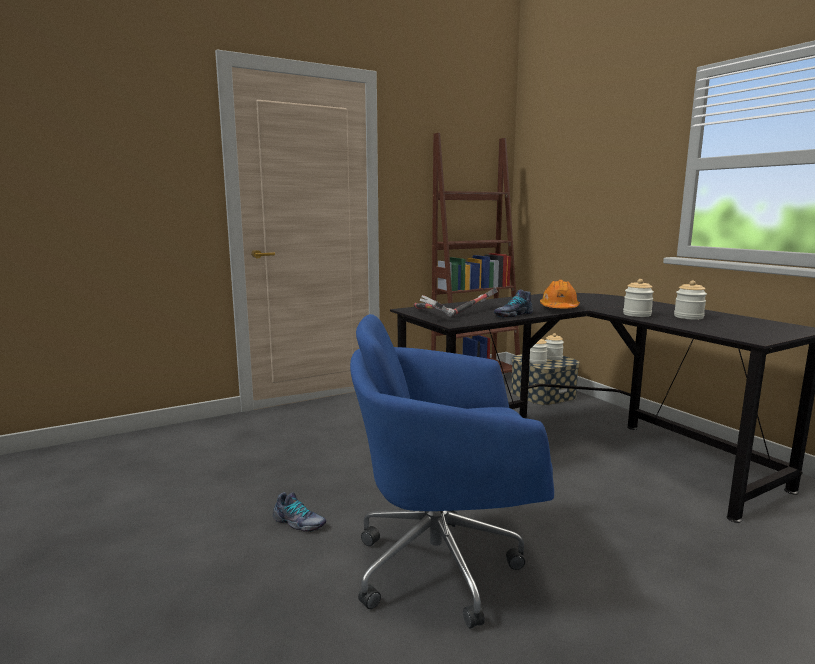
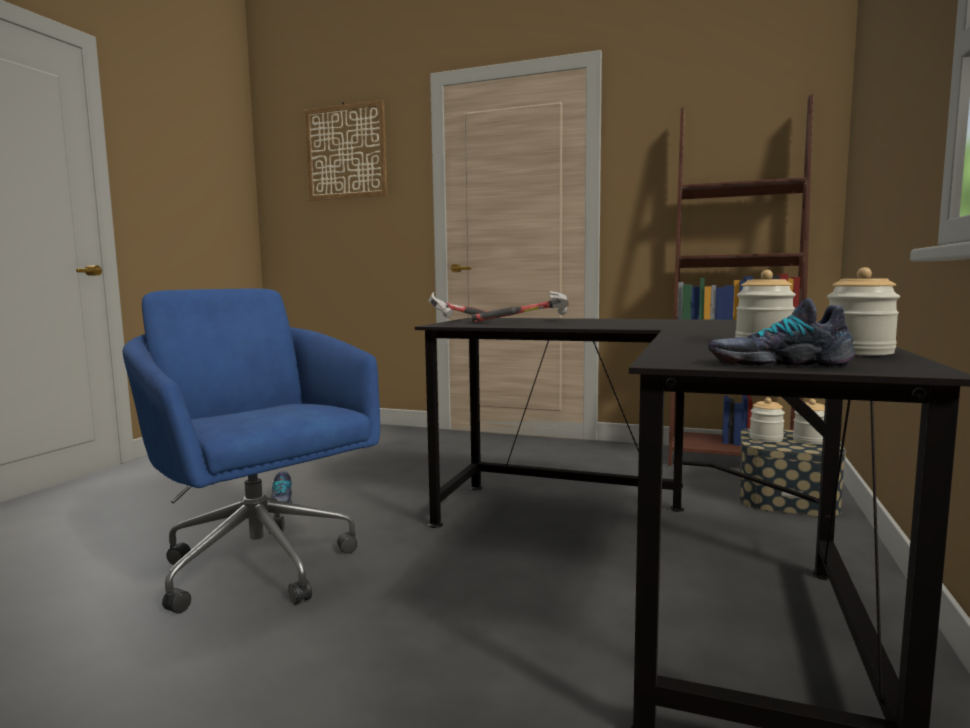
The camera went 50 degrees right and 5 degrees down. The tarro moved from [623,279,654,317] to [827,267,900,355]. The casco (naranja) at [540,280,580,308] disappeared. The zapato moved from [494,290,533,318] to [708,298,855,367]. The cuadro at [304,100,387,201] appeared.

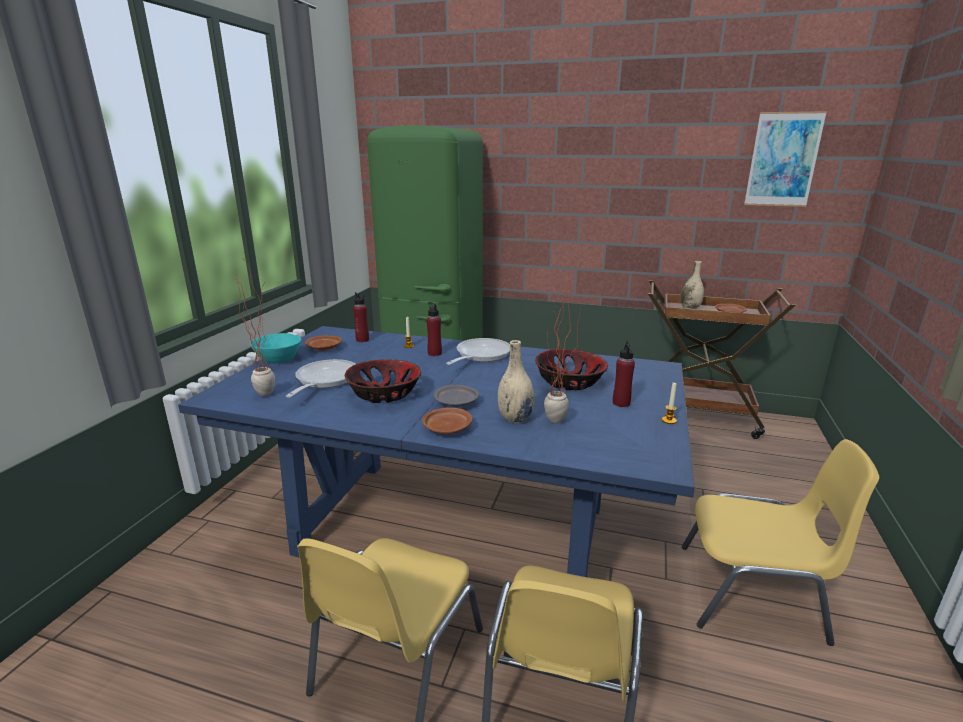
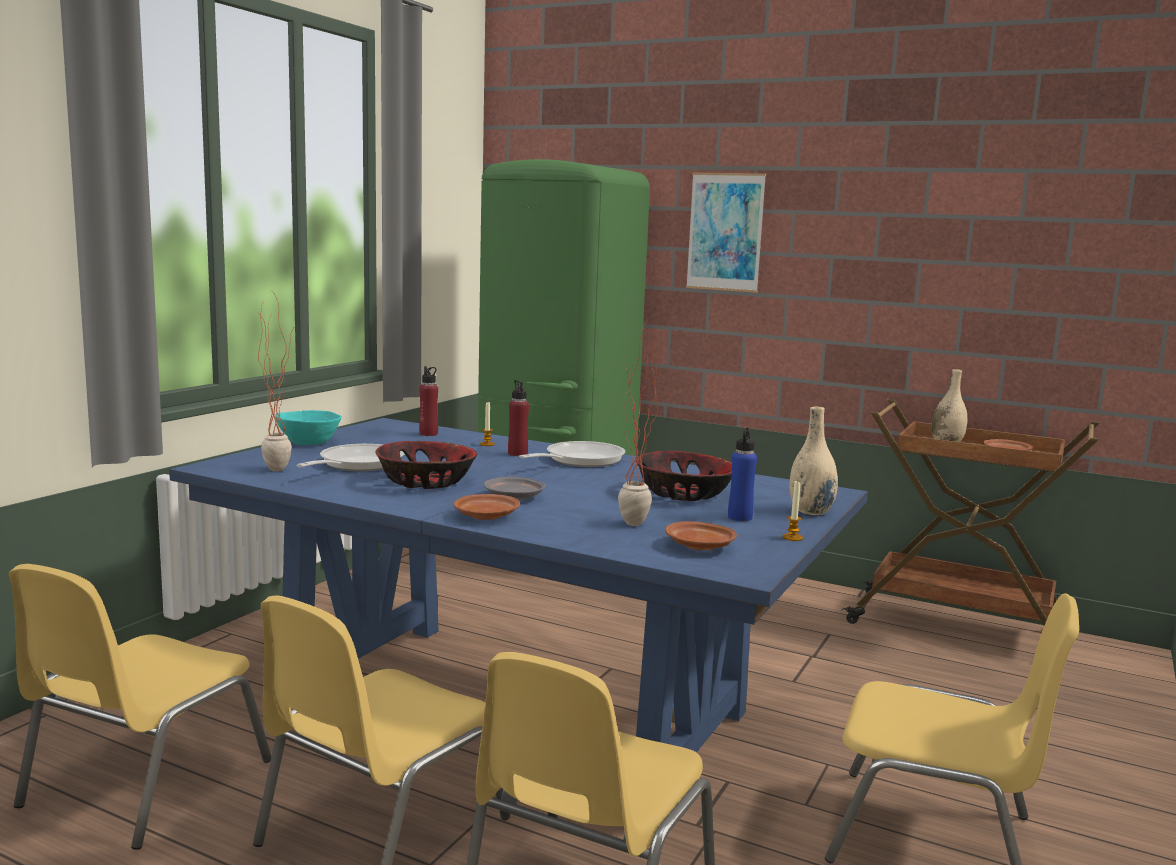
The camera went 10 degrees right and 10 degrees down. The cuadro moved from [744,111,827,207] to [686,173,766,293]. The plato (marrón) moved from [305,335,342,351] to [665,521,737,550]. The florero (beis) moved from [498,340,535,423] to [790,407,838,515]. The botella (rojo) at [613,341,635,407] became the botella (azul) at [728,428,757,521]. The silla (amarillo) at [9,564,271,850] appeared.

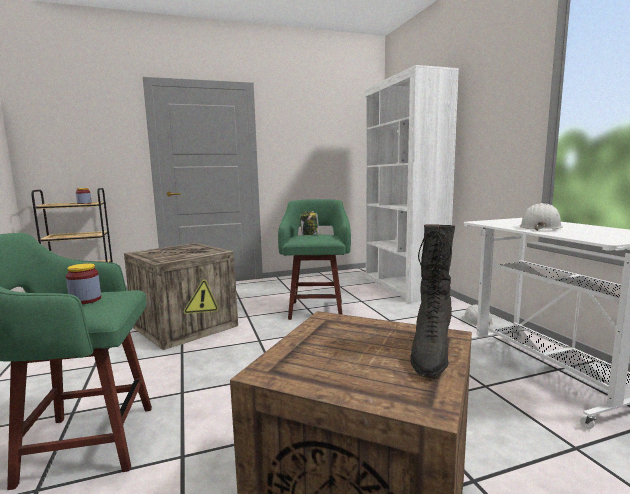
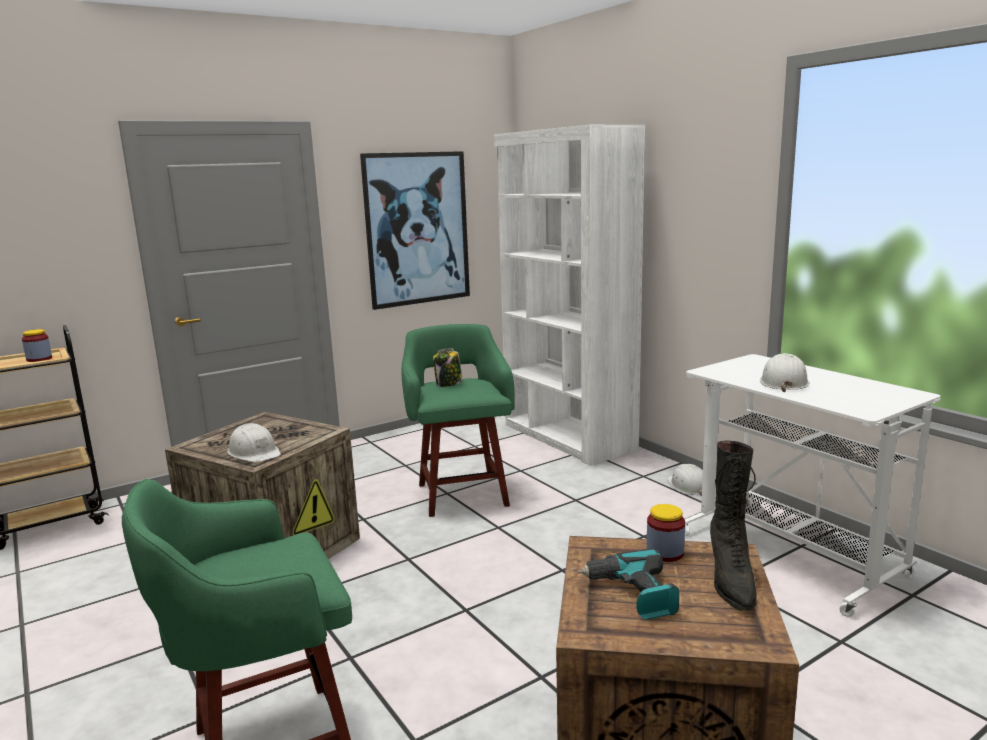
The camera went 15 degrees left and 5 degrees up. The tarro moved from [66,263,101,304] to [647,504,685,562]. The cuadro at [360,151,470,310] appeared. The casco (blanco) at [227,423,281,462] appeared. The taladro at [578,549,679,620] appeared.

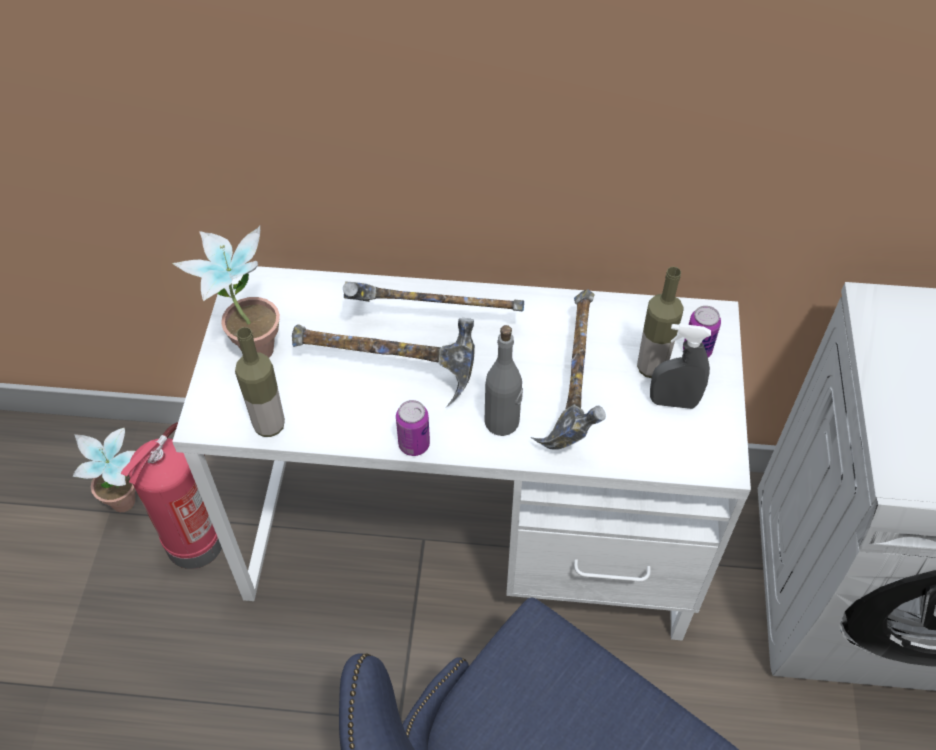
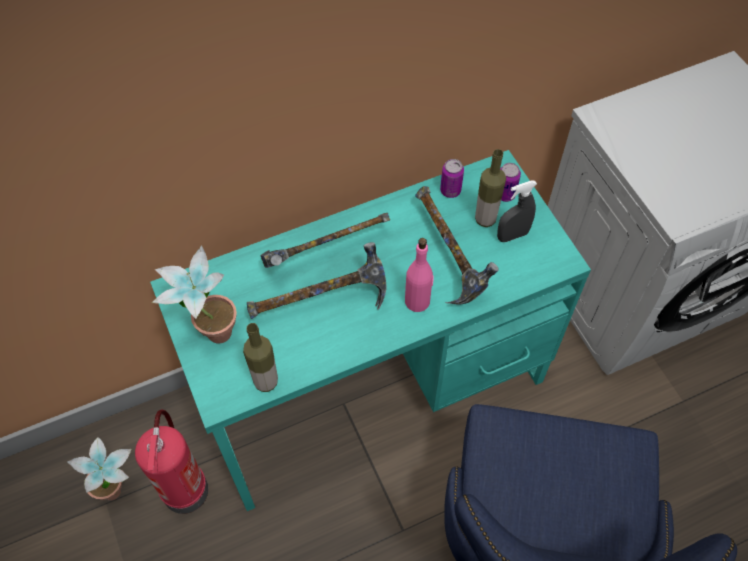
The camera went 30 degrees left and 5 degrees up. The escritorio (blanco) at [172,266,751,640] became the escritorio (turquesa) at [150,150,591,511]. The botella (gris) at [484,325,523,436] became the botella (rosa) at [405,238,434,312]. The lata moved from [396,400,430,456] to [440,159,464,198].

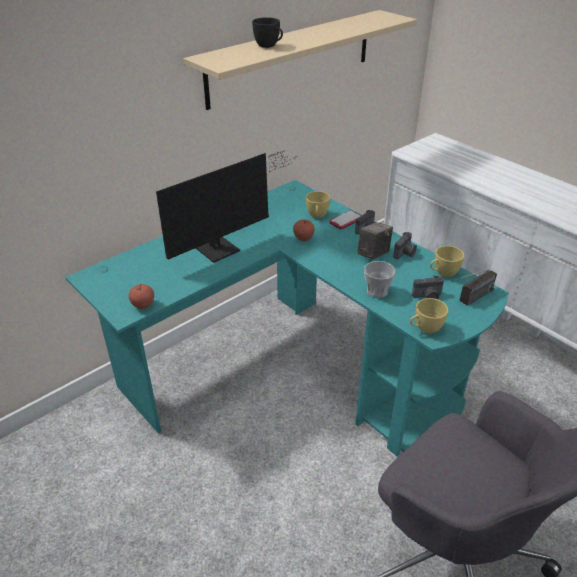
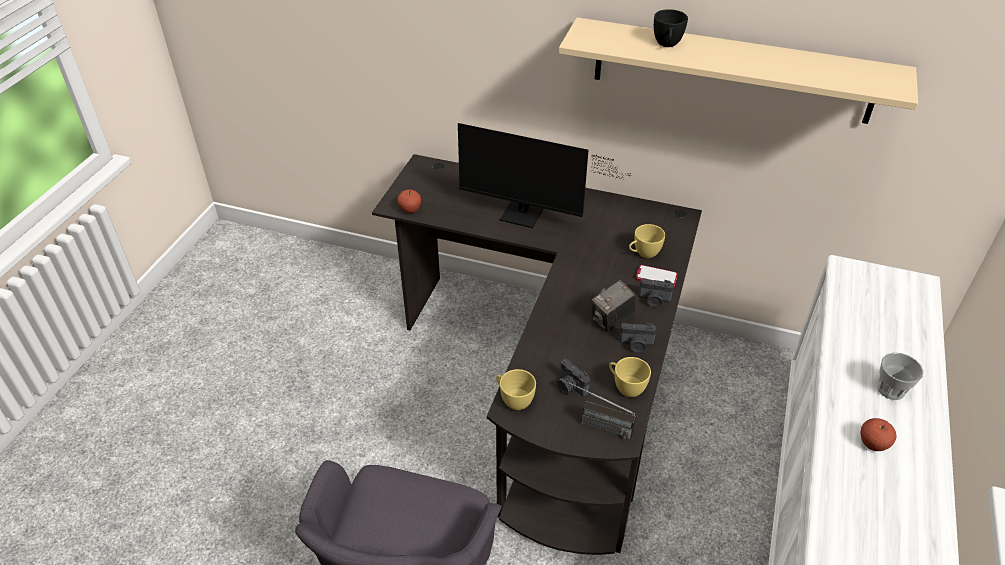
The camera went 60 degrees right and 5 degrees up. The escritorio (turquesa) at [65,180,509,456] became the escritorio (negro) at [372,154,702,555]. The manzana moved from [293,219,315,241] to [861,418,896,451]. The cámara at [357,222,393,260] turned 135 degrees clockwise. The taza moved from [364,261,396,298] to [877,353,924,400].

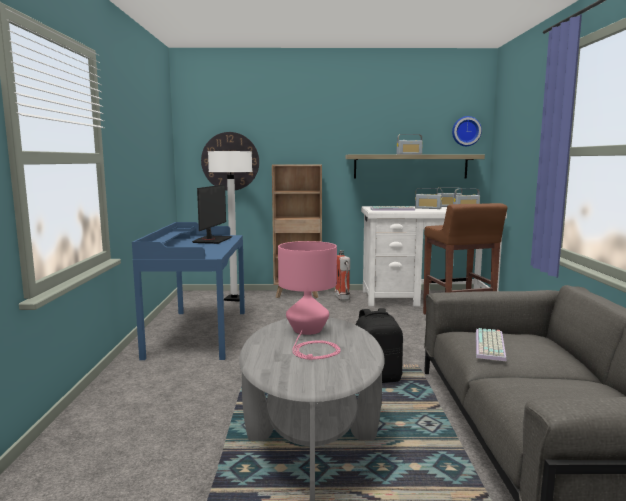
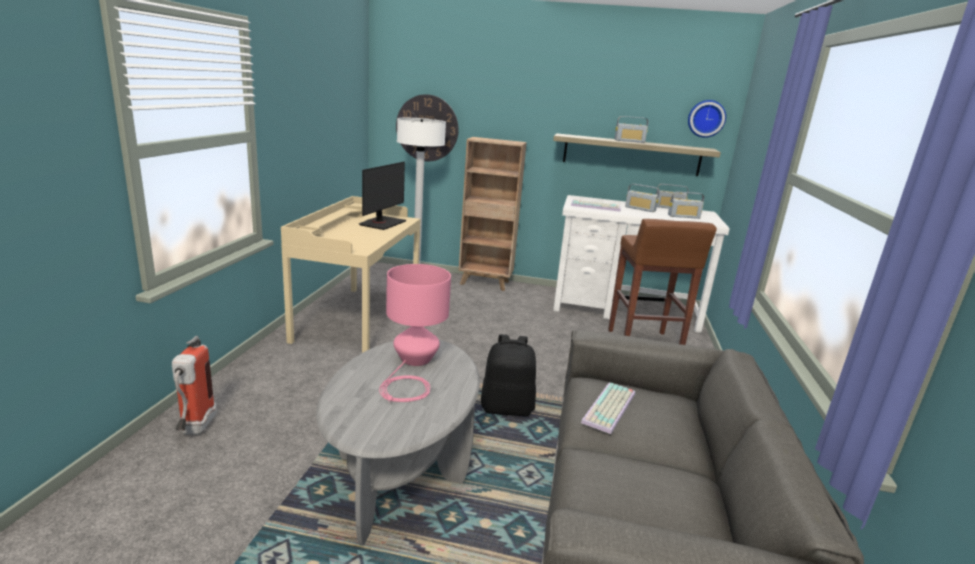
The camera went 10 degrees right and 10 degrees up. The escritorio (azul) at [132,222,245,360] became the escritorio (beis) at [281,196,421,353]. The extintor moved from [335,250,350,301] to [172,336,217,435].

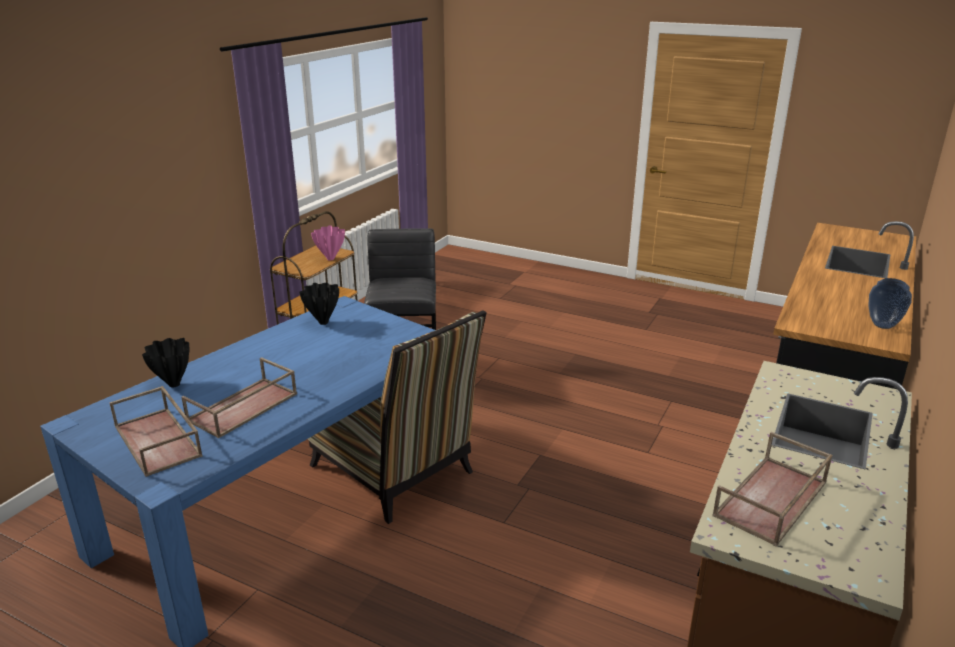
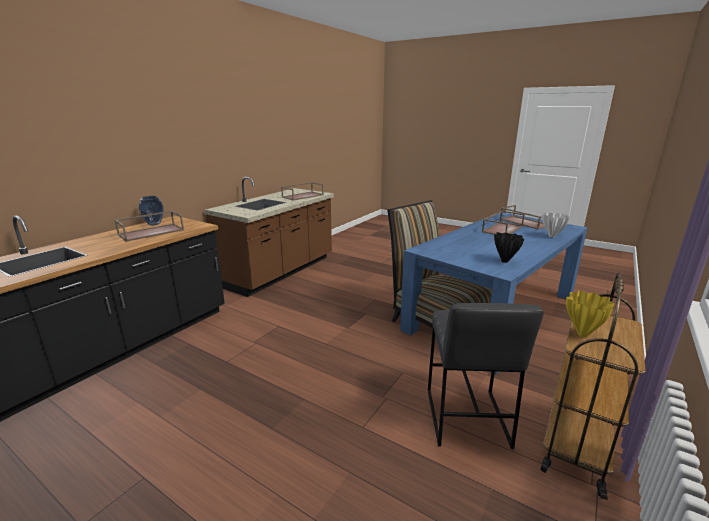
The camera went 175 degrees left and 5 degrees down. The florero (rosa) at [311,225,345,260] became the florero (amarillo) at [566,290,614,337]. The florero (negro) at [142,338,189,387] became the florero (blanco) at [542,213,570,238]. The bandeja (marrón) at [114,211,184,242] appeared.

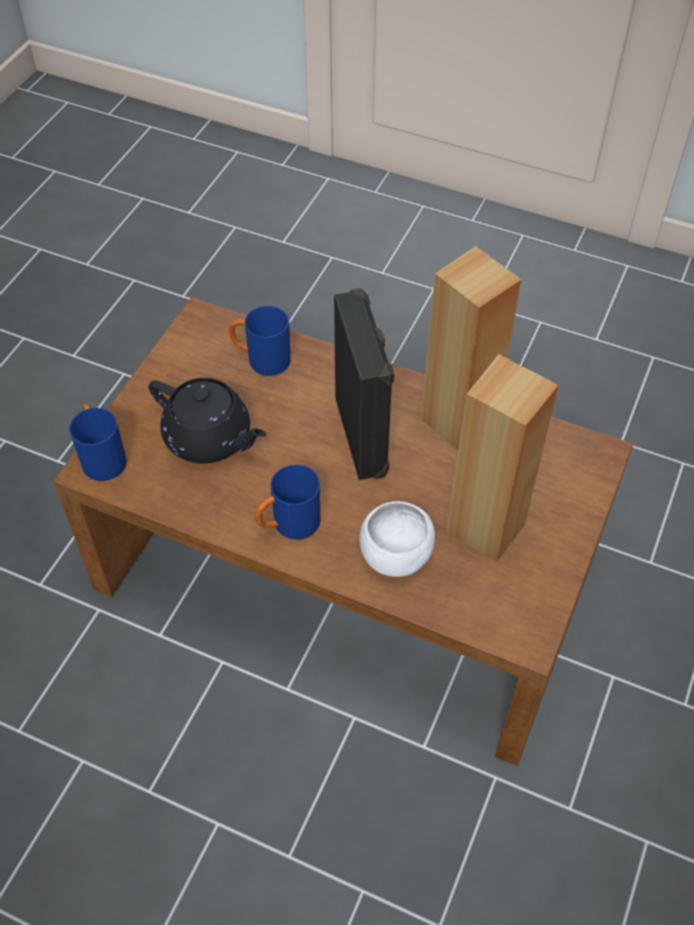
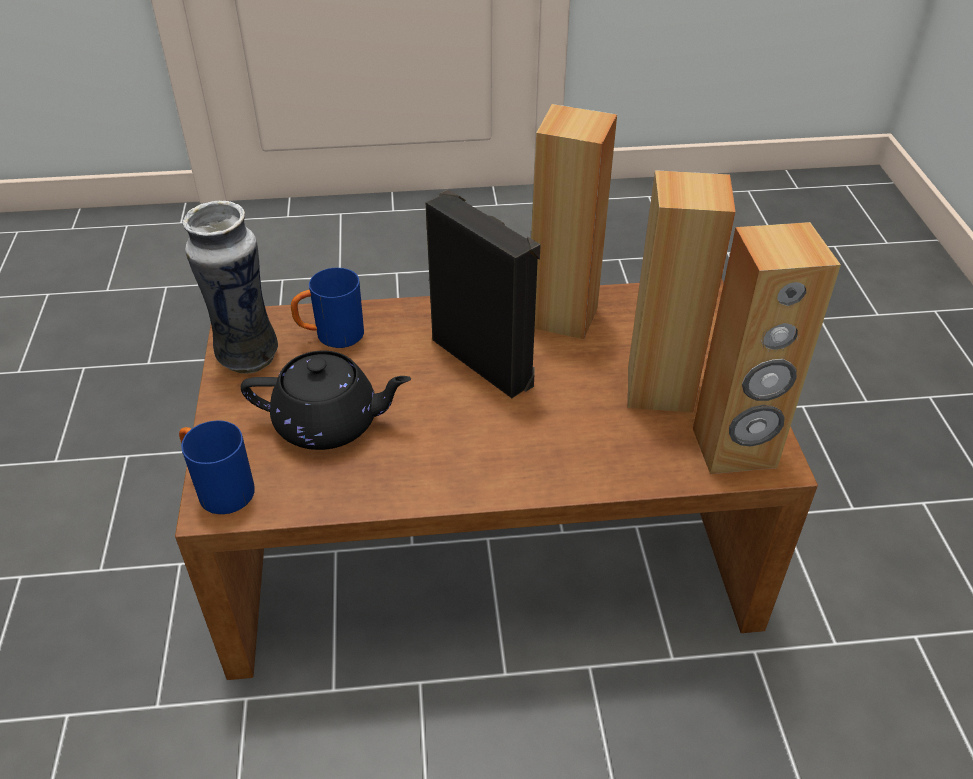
The camera went 30 degrees left and 10 degrees down. The taza grande (azul) at [256,465,320,540] disappeared. The cuenco (blanco) at [360,501,435,577] disappeared. The florero at [183,201,278,374] appeared. The altavoz (marrón) at [693,222,841,474] appeared.

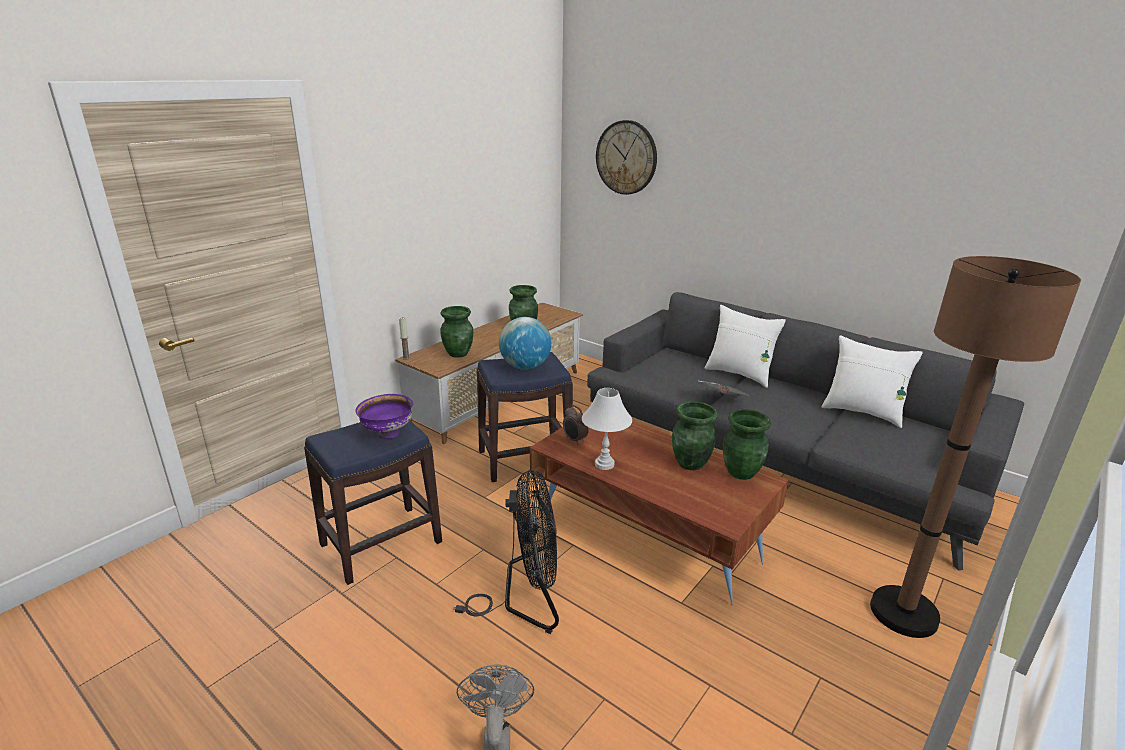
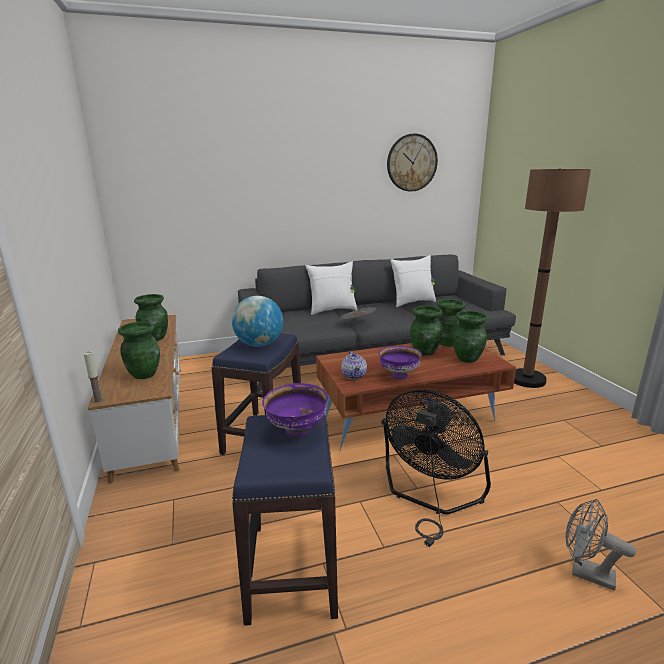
The camera went 55 degrees left and 5 degrees down. The reloj de pared moved from [596,120,657,195] to [387,134,438,192]. The lámpara de mesa (blanco) at [582,388,632,470] was replaced by the cuenco (morado) at [379,346,422,379]. The despertador at [563,405,589,445] was replaced by the tetera at [341,351,367,380]. The florero (verde) at [453,311,488,363] appeared.

